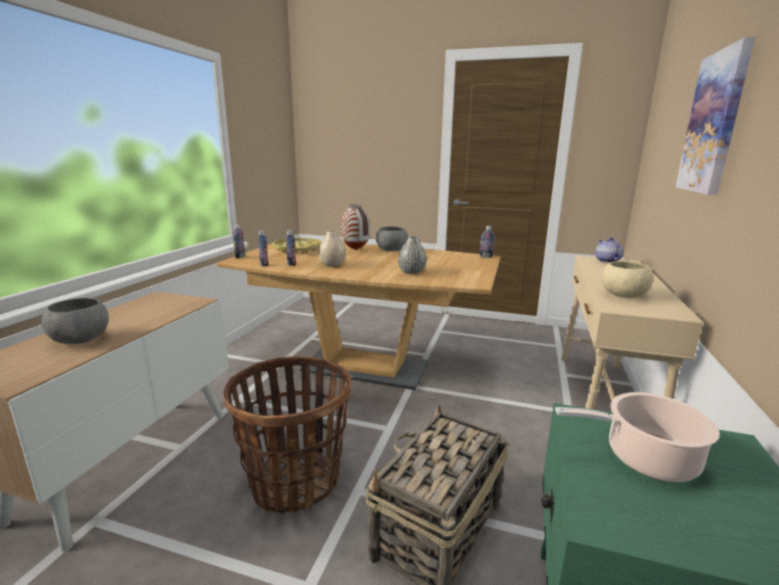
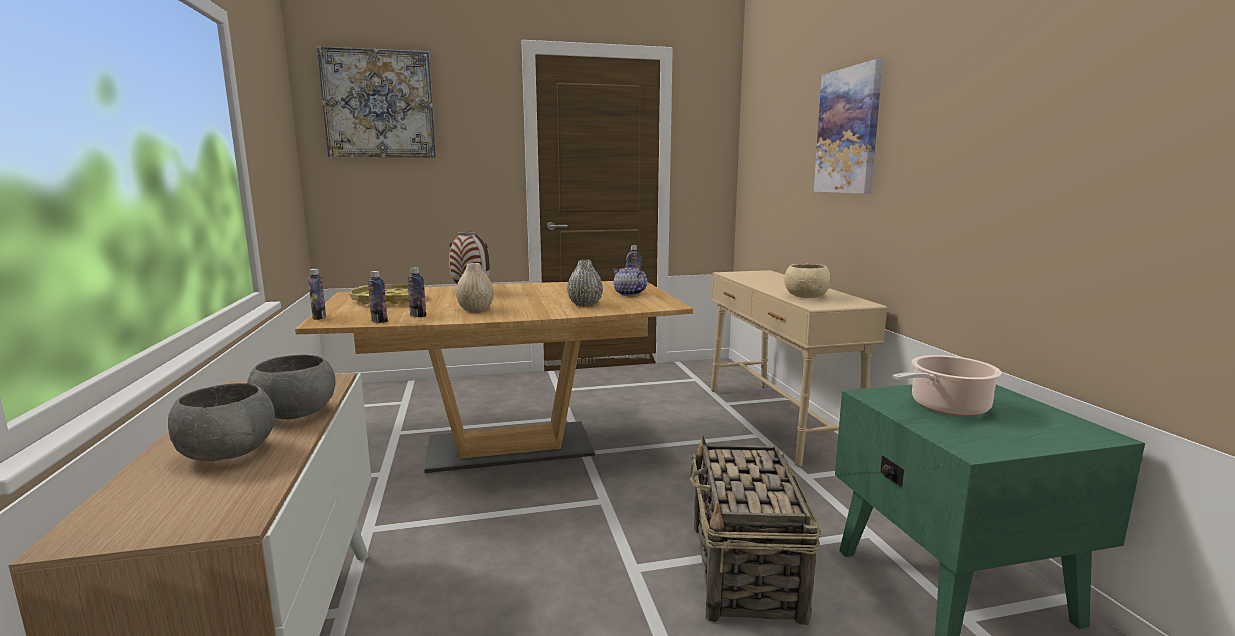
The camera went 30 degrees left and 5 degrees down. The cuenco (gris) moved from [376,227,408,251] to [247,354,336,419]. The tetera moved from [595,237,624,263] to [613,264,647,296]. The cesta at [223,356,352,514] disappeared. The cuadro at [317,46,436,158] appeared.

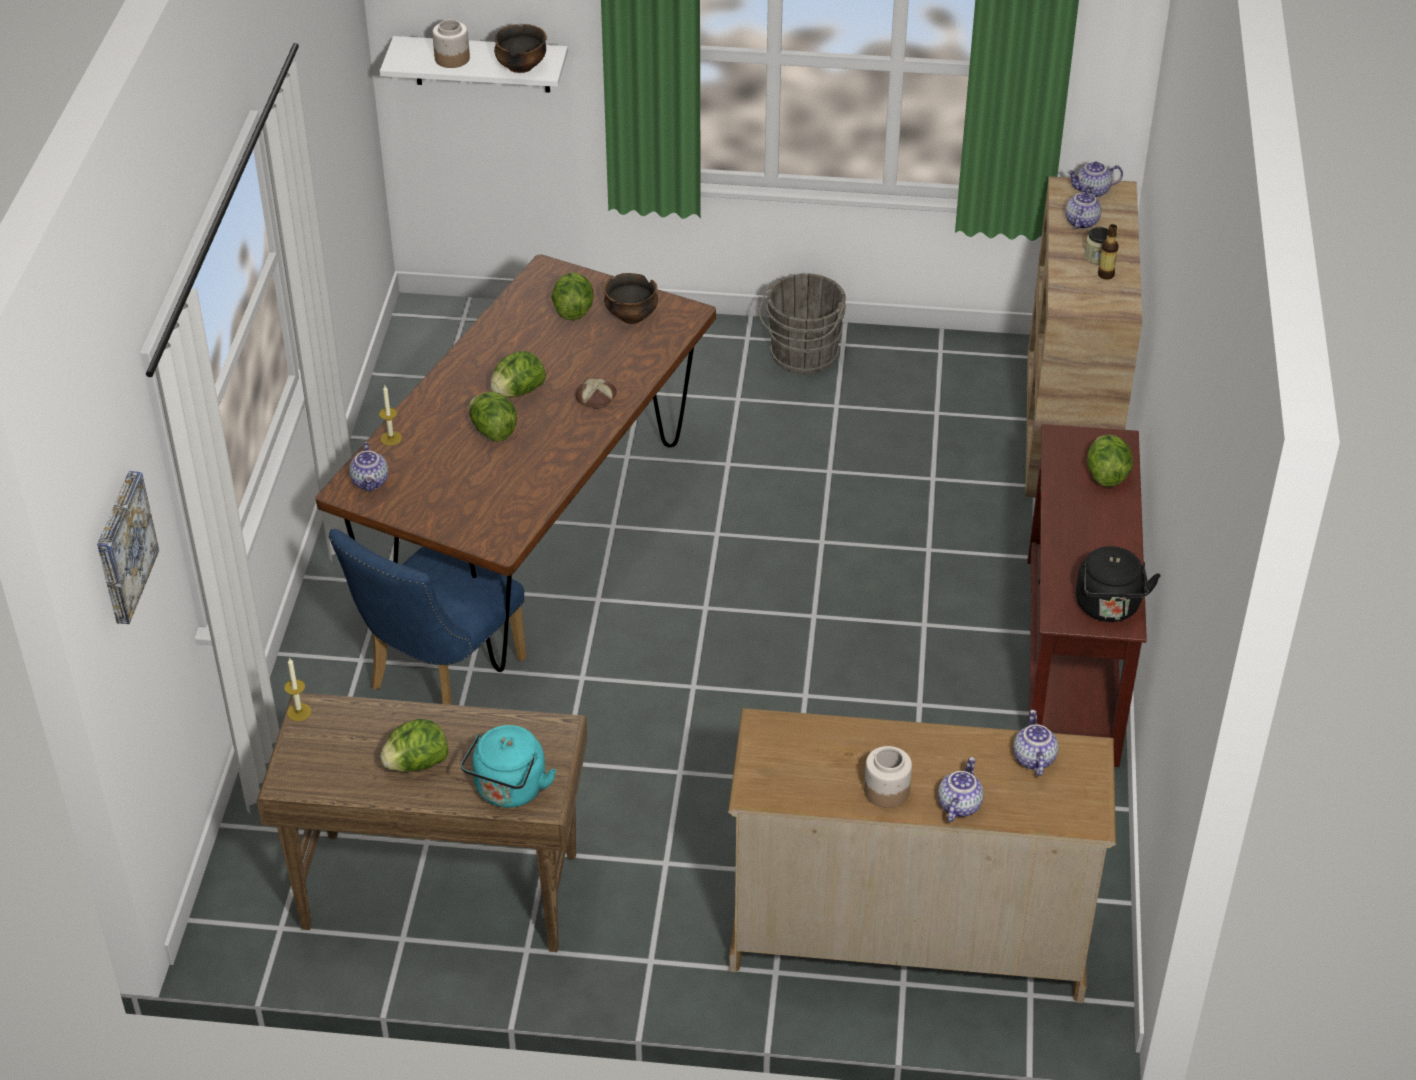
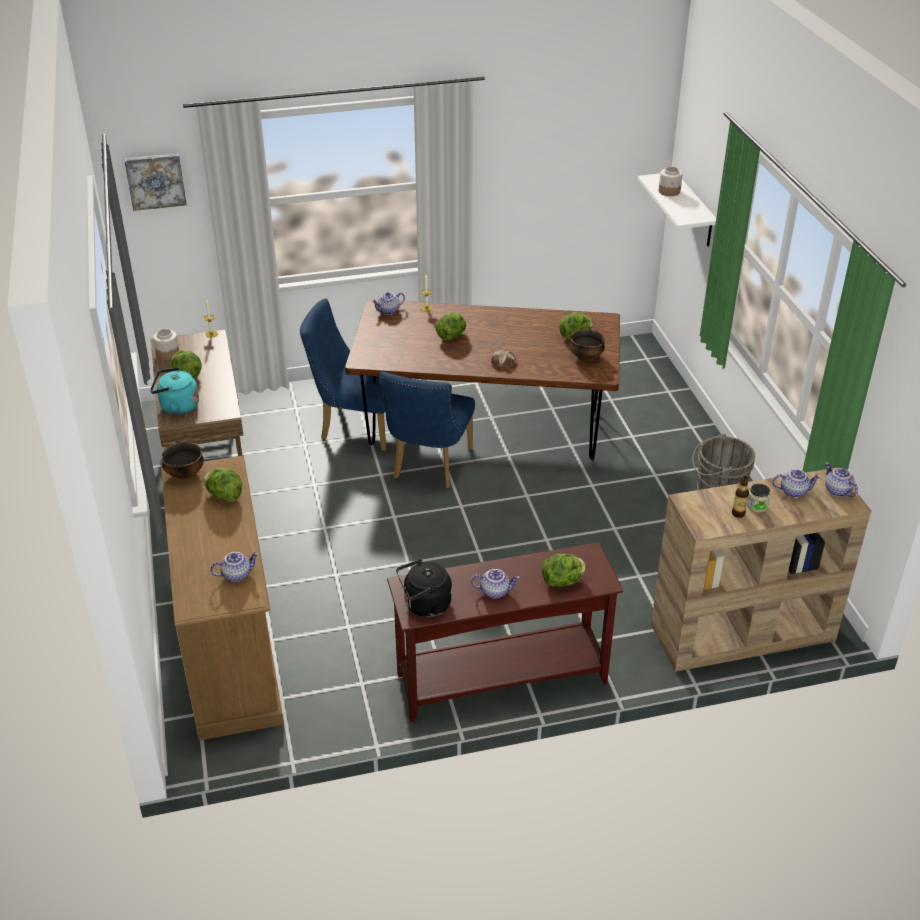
The camera went 70 degrees right and 5 degrees down. The cuenco moved from [494,24,547,73] to [161,442,204,479]. The lechuga moved from [490,351,546,398] to [203,467,242,502]. The tarro moved from [864,746,912,808] to [153,329,179,360]. The tetera moved from [938,757,984,822] to [471,569,520,599]. The silla (azul) at [379,372,475,488] appeared.

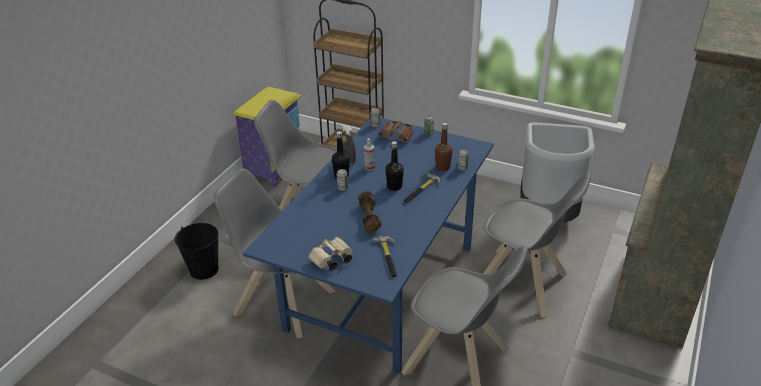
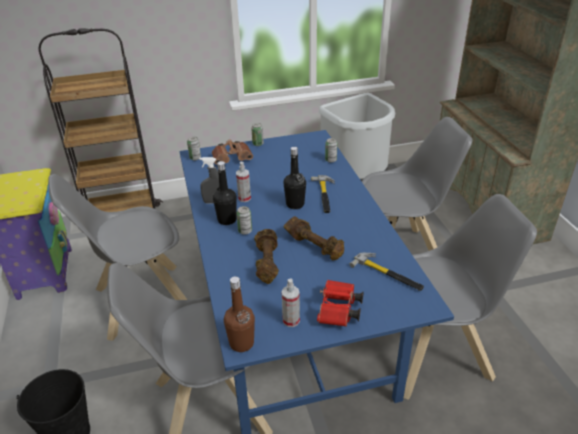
The camera went 40 degrees left and 0 degrees up. The botella (marrón) moved from [435,123,453,171] to [224,276,255,352]. The prismáticos (beis) at [308,237,353,270] became the prismáticos (rojo) at [317,280,364,327]. The mancuerna (marrón) at [254,229,279,284] appeared. The pulverizador at [282,279,300,327] appeared.

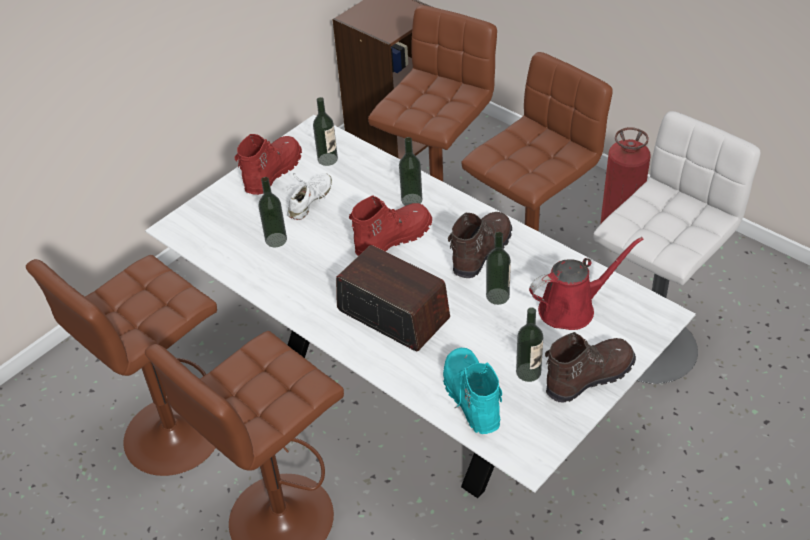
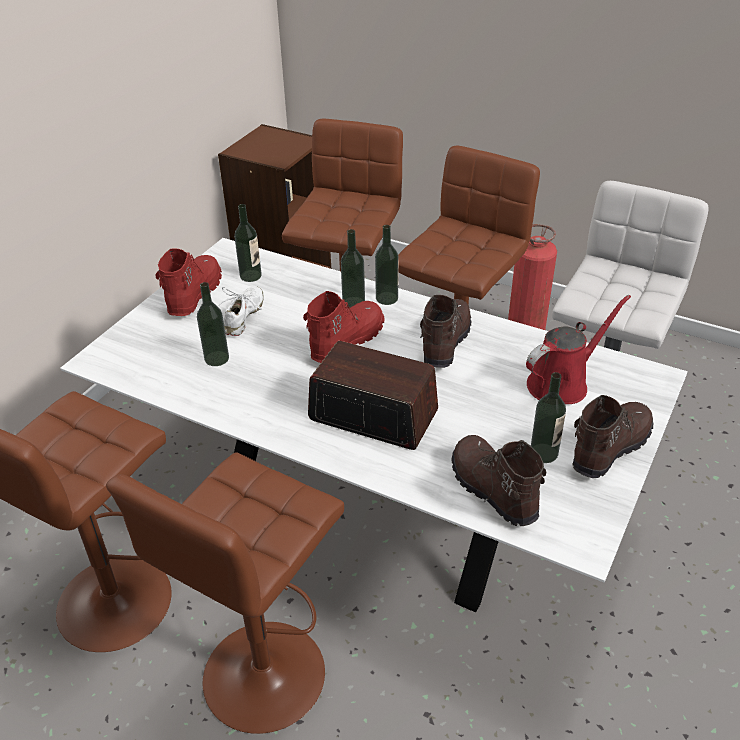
The camera went 15 degrees left and 5 degrees down. The botella moved from [486,232,511,305] to [375,225,399,305]. The bota (turquesa) at [443,348,502,434] became the bota (marrón) at [452,435,546,526].

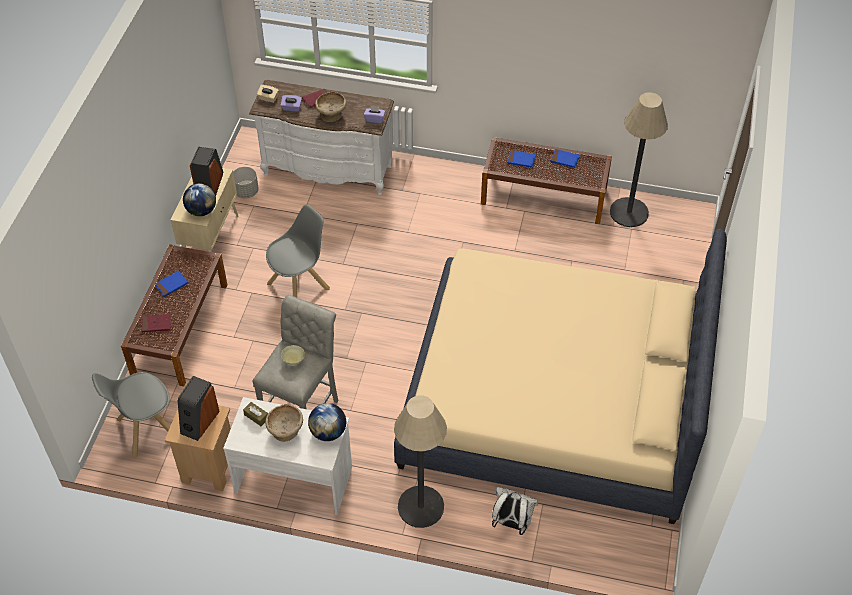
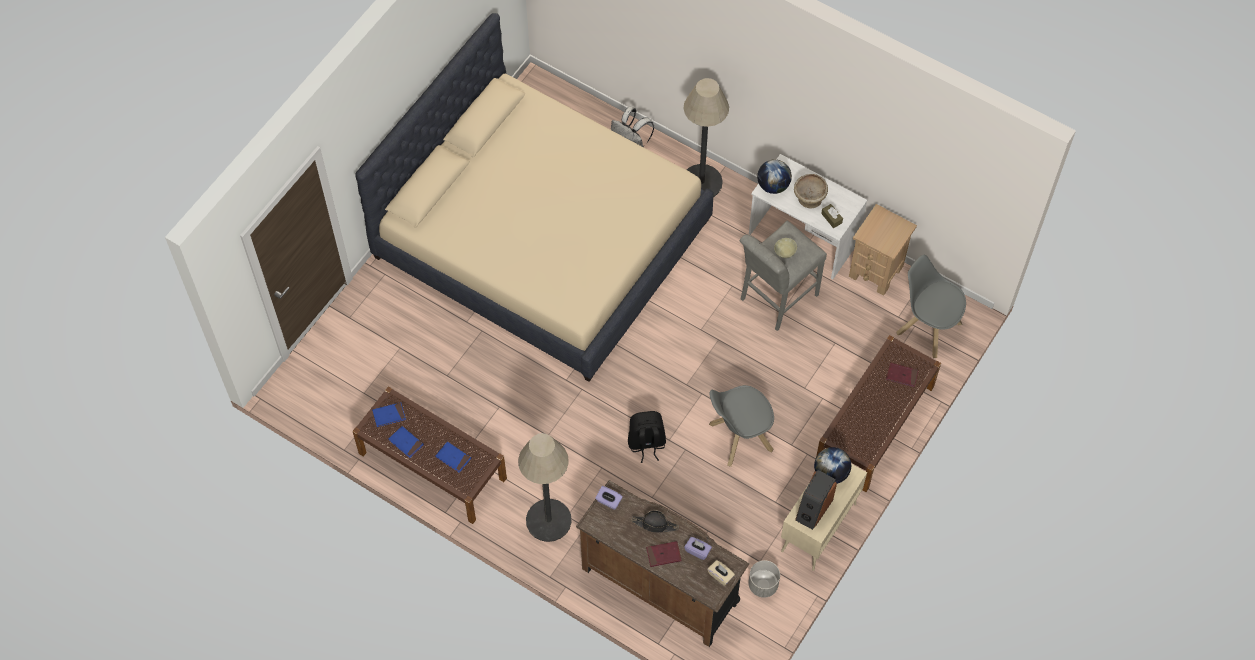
The camera went 160 degrees left and 10 degrees up. The cómoda (blanco) at [249,80,394,195] became the cómoda (negro) at [576,480,750,647]. The cuenco (beis) at [315,91,346,122] was replaced by the sombrero (negro) at [631,510,679,533]. The lámpara de pie moved from [610,92,668,227] to [518,433,572,542]. The libro (azul) moved from [155,271,188,297] to [372,402,406,427]. The silla (gris) at [92,372,170,457] turned 135 degrees counterclockwise. The altavoz at [178,376,220,441] disappeared. The mochila (negro) at [628,411,666,463] appeared.

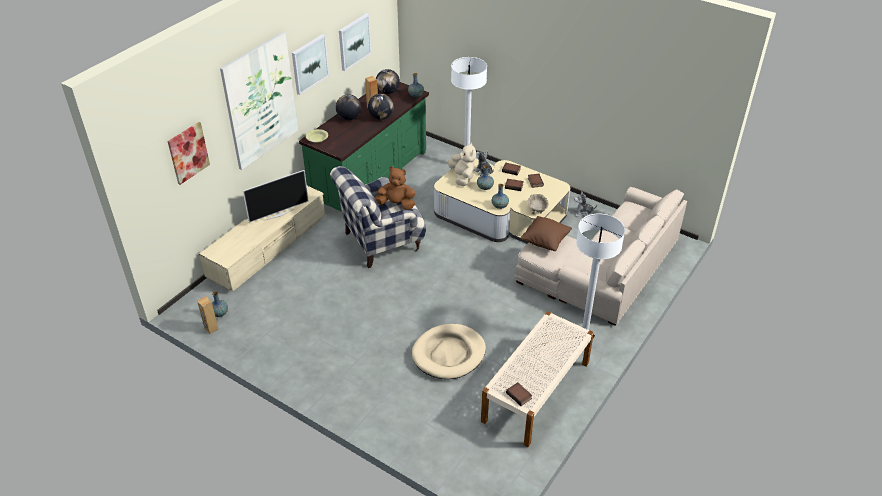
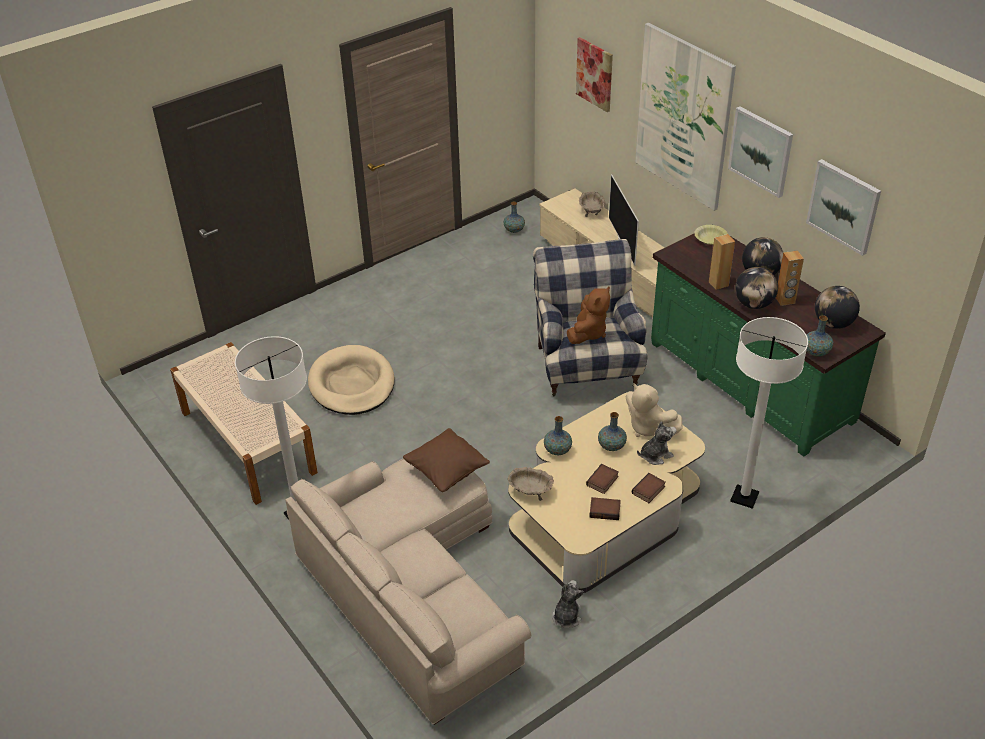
The camera went 110 degrees right and 0 degrees up. The peluche (beis) at [448,142,476,186] turned 45 degrees clockwise. The altavoz (marrón) moved from [197,296,218,334] to [709,234,735,290]. The libro at [506,382,532,406] disappeared. The cuenco (beis) at [579,192,606,217] appeared.

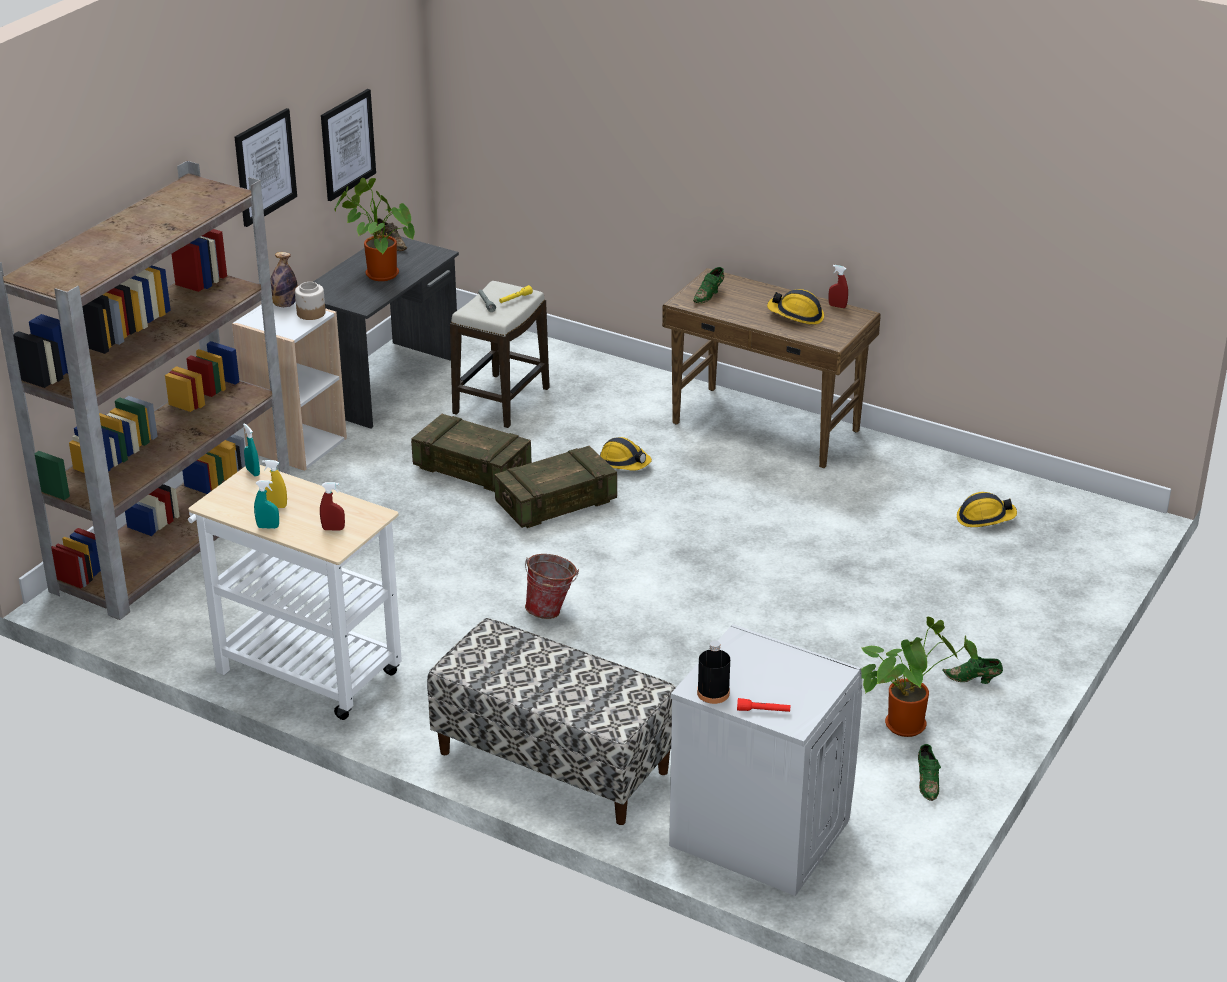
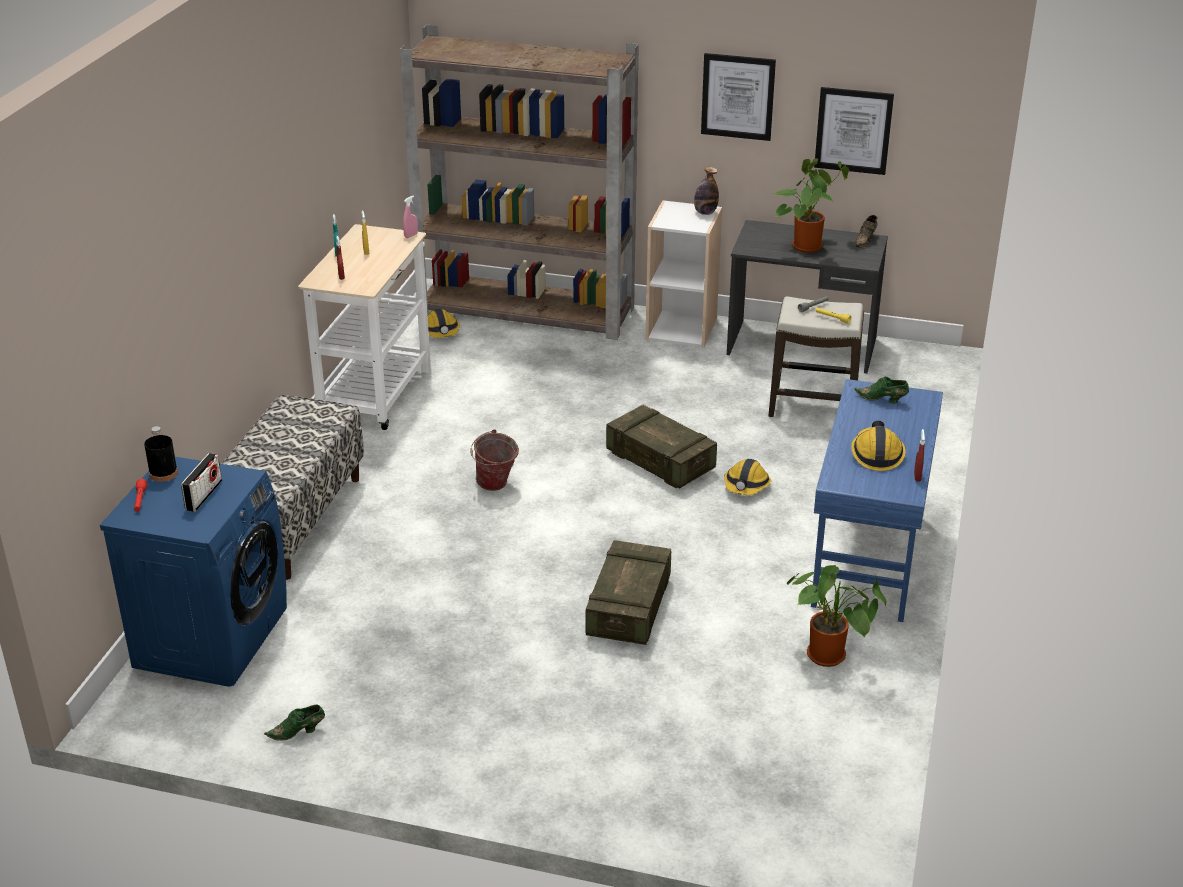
The camera went 75 degrees right and 0 degrees up. The mesa consola (marrón) at [662,268,881,468] became the mesa consola (azul) at [811,379,943,622]. The tarro at [295,282,326,320] disappeared. The caja de embalaje moved from [411,414,532,492] to [585,540,671,645]. The pulverizador (turquesa) at [243,423,260,476] became the pulverizador (rosa) at [403,196,418,238]. The casco moved from [957,492,1017,527] to [428,309,460,338]. The planta en maceta moved from [861,617,978,737] to [787,565,886,667]. The lavadora (blanco) at [669,624,862,896] became the lavadora (azul) at [100,457,287,687]. The zapato (verde) at [942,656,1003,684] disappeared. The radio at [181,453,222,512] appeared.

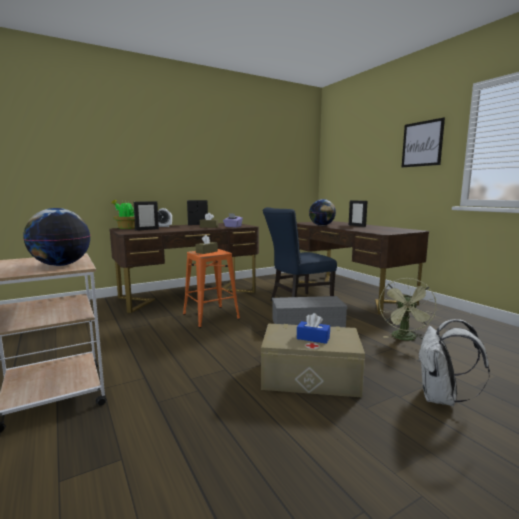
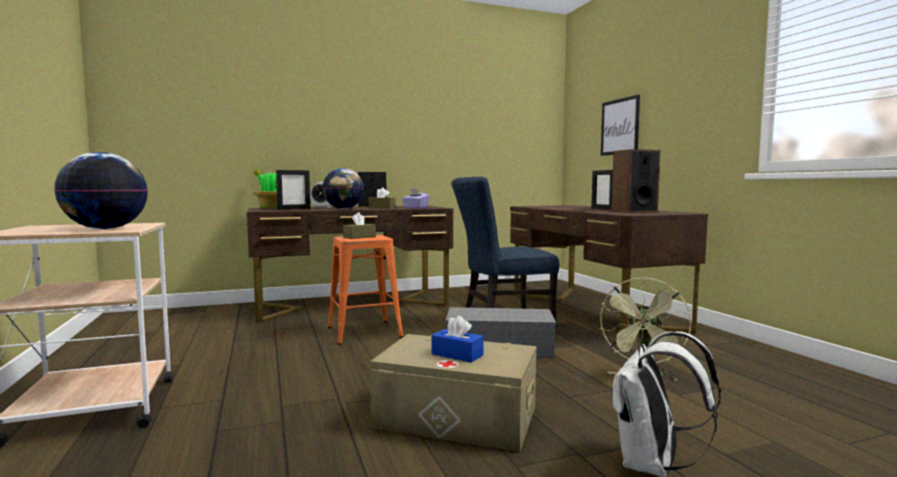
The camera went 10 degrees right and 5 degrees down. The cuadro moved from [402,118,445,167] to [601,95,640,156]. The globo terráqueo moved from [309,199,336,226] to [322,168,364,209]. The altavoz at [611,149,660,213] appeared.

